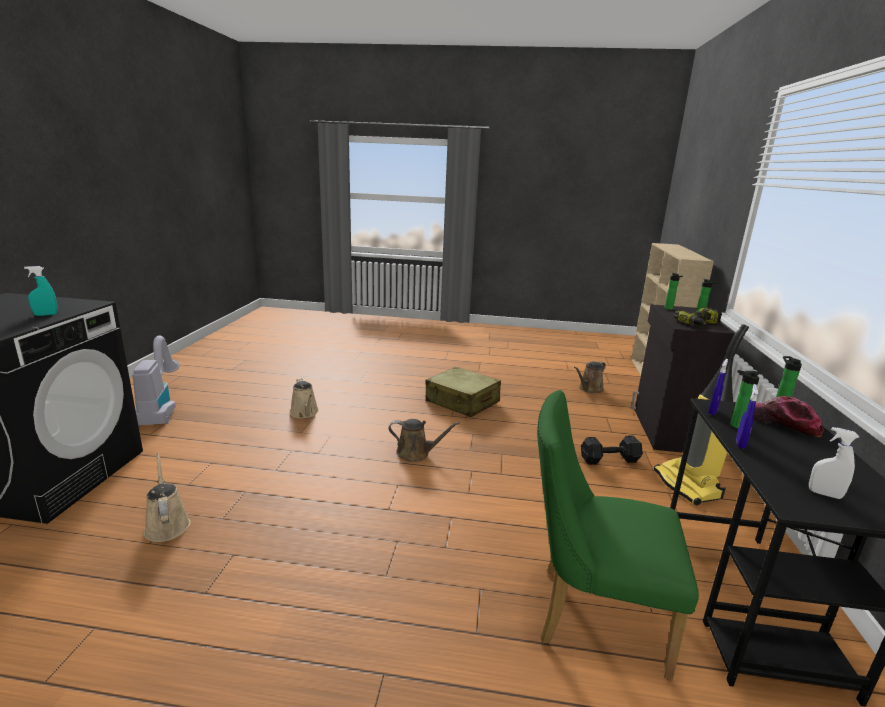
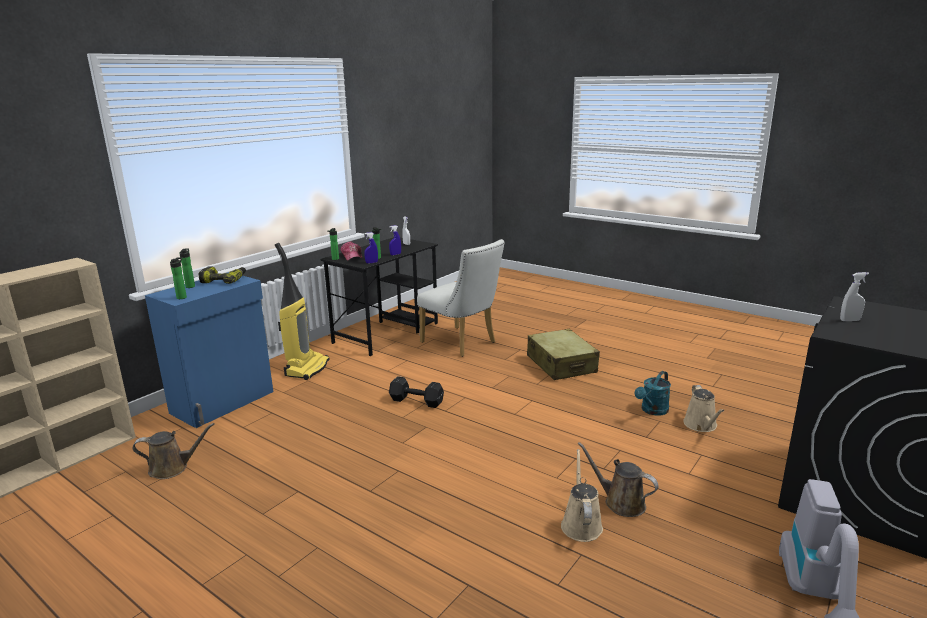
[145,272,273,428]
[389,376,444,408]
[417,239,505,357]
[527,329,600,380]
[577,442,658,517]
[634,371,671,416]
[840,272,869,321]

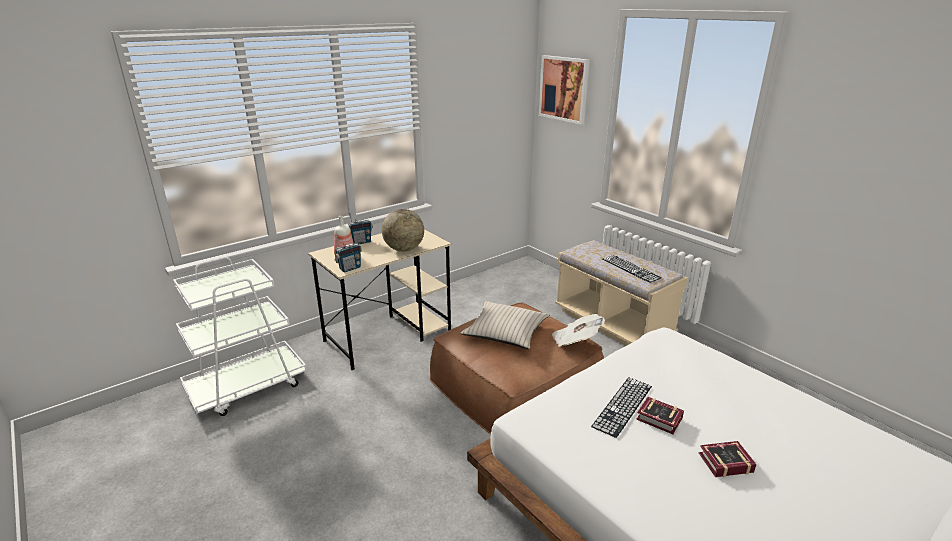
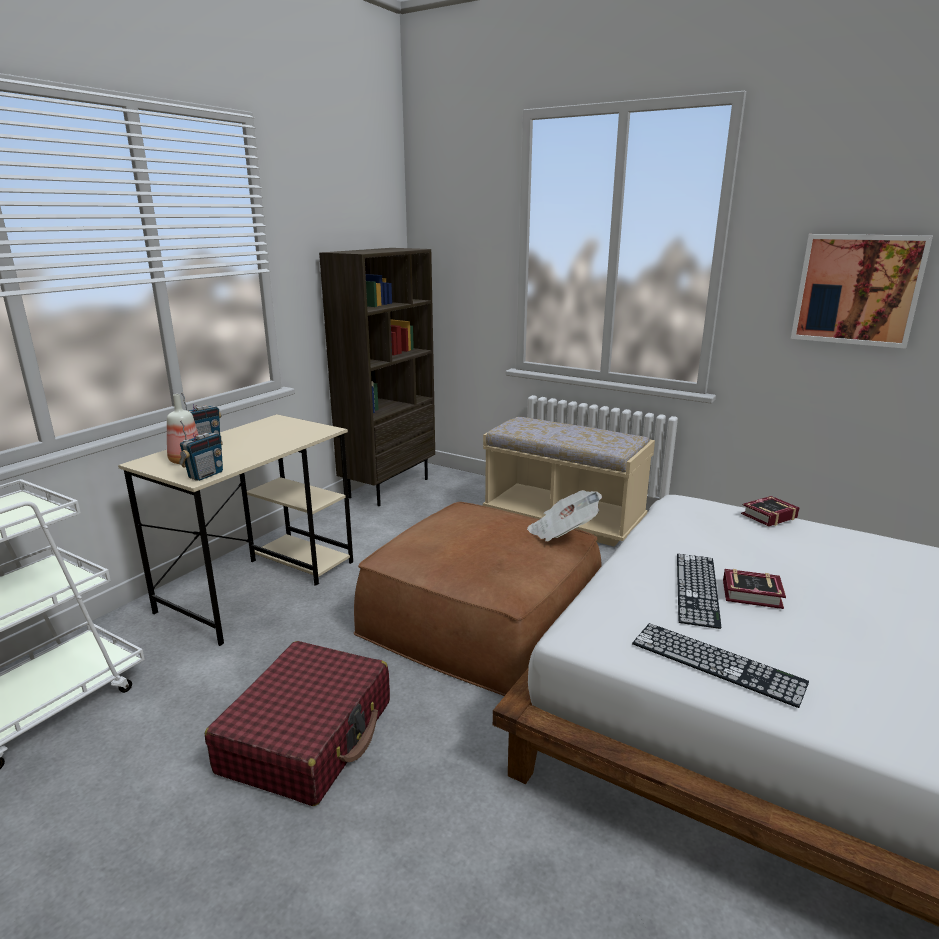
[205,641,390,806]
[319,248,435,506]
[632,623,809,708]
[741,496,799,526]
[791,234,933,349]
[382,209,424,252] (first image)
[460,301,549,349] (first image)

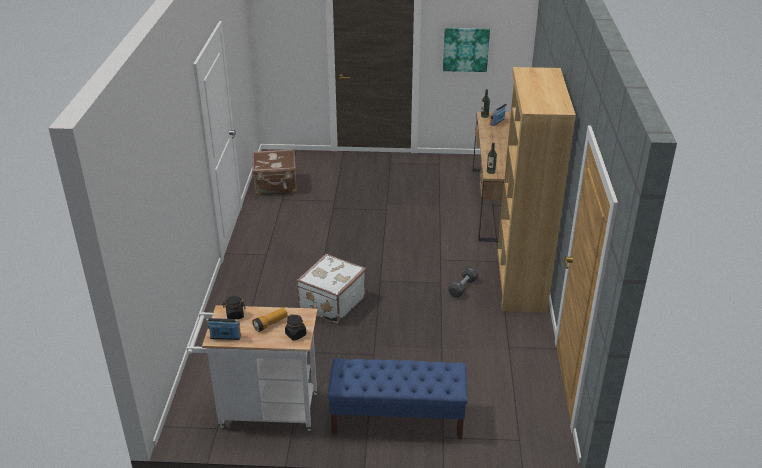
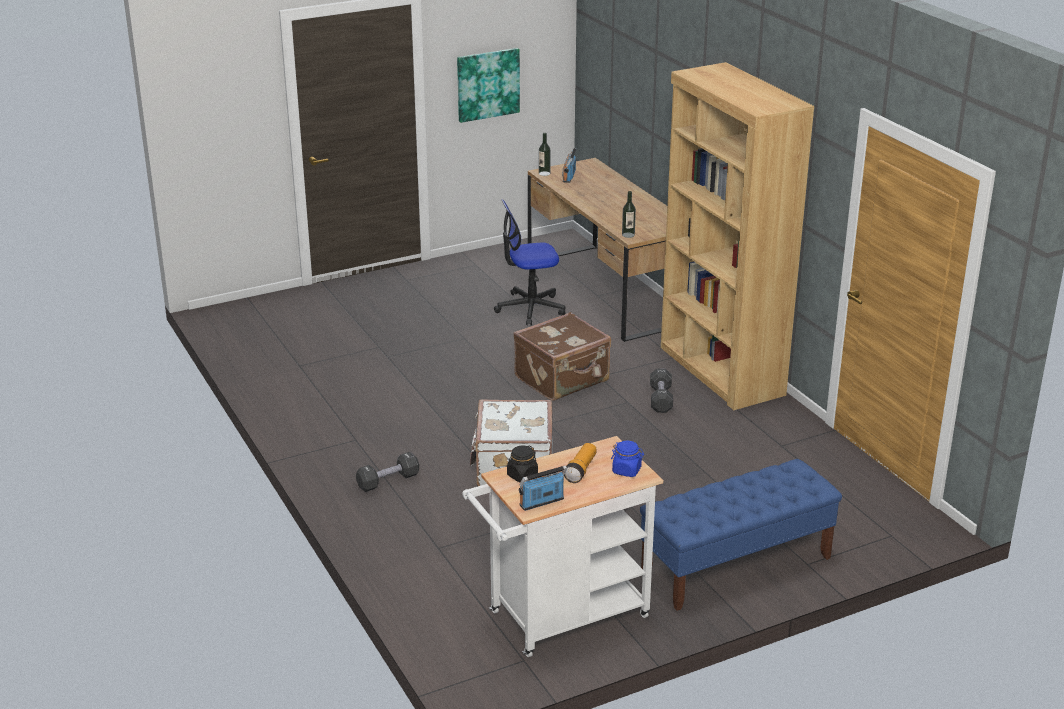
[356,452,419,492]
[494,199,566,325]
[513,312,611,401]
[611,441,644,477]

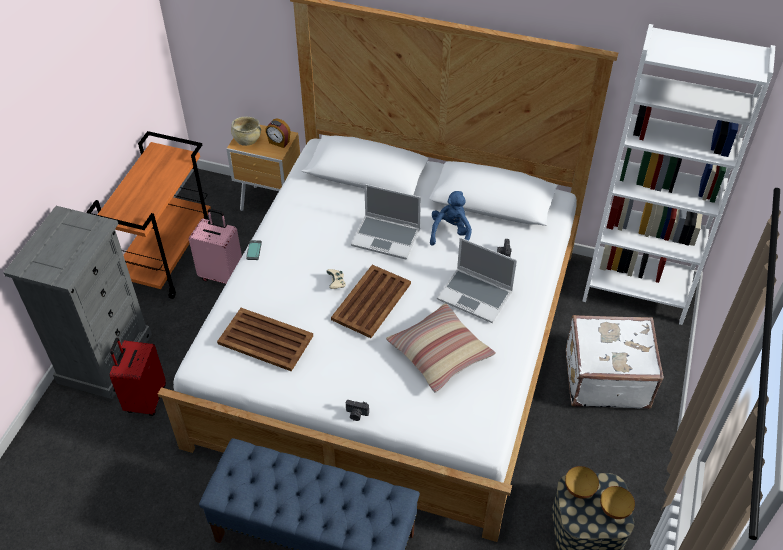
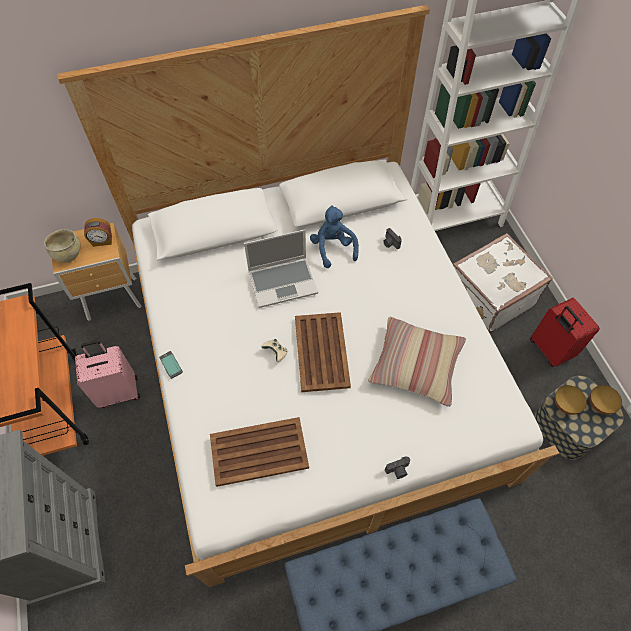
[530,298,600,367]
[437,237,517,323] (first image)

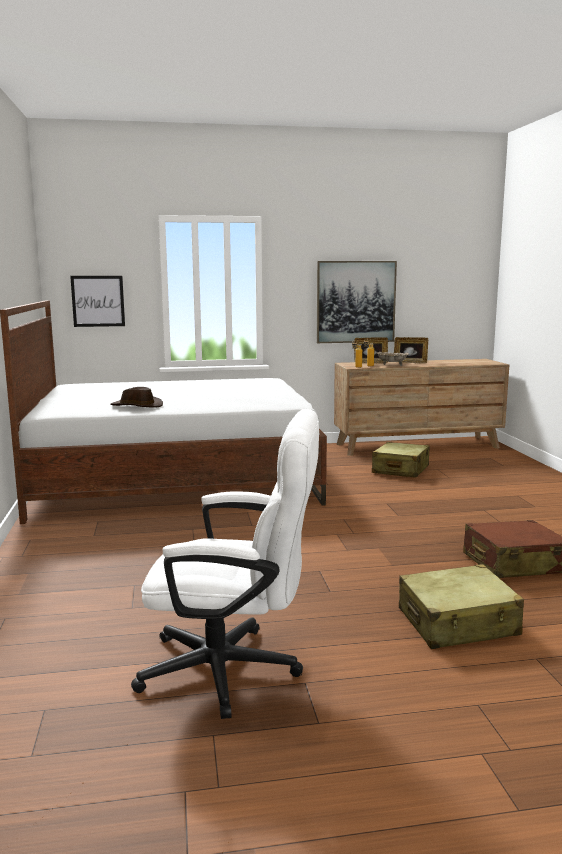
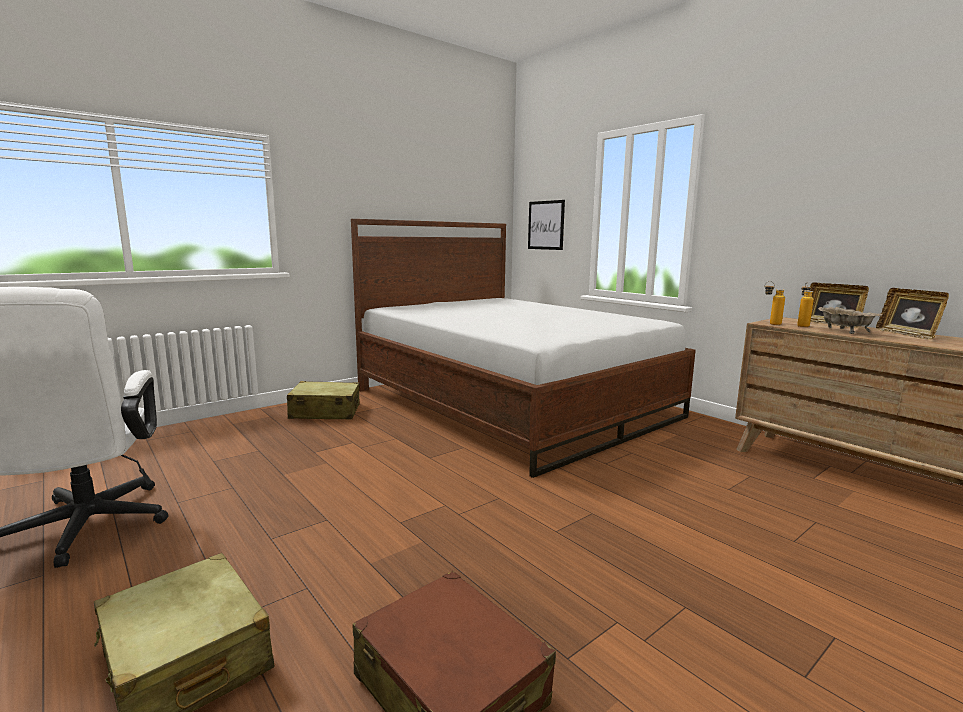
[287,381,360,419]
[110,387,163,408] (first image)
[317,261,397,343] (first image)

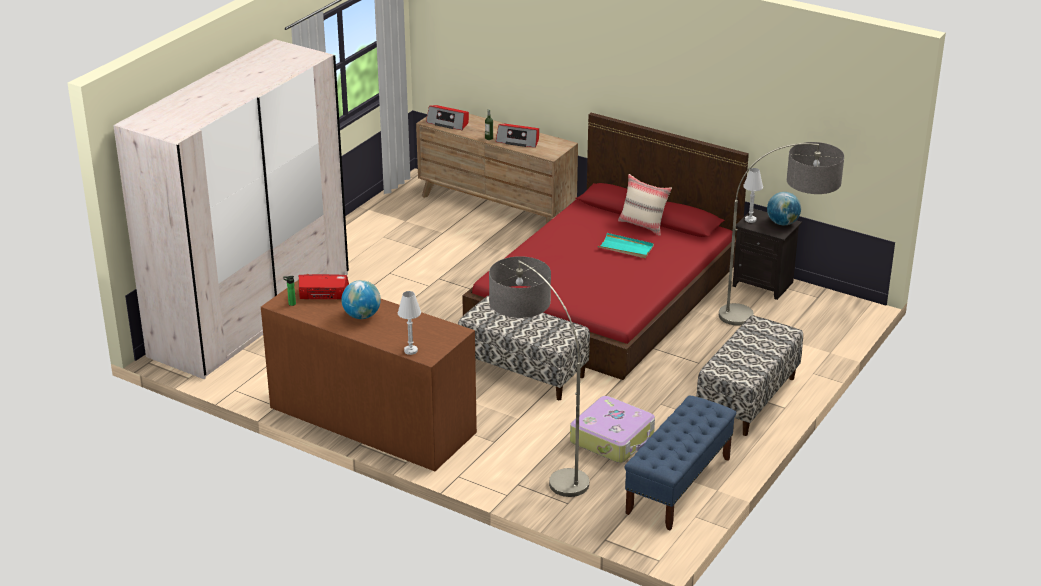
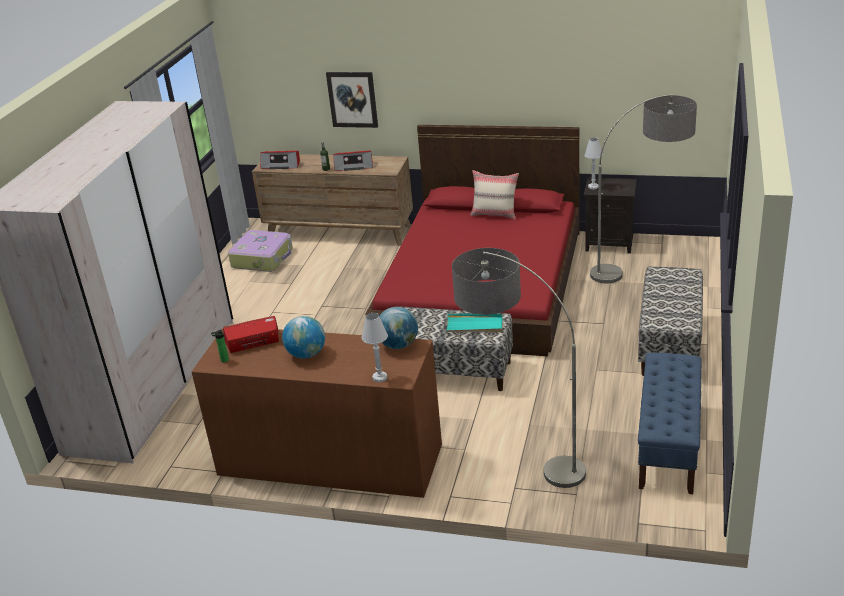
[228,230,293,272]
[326,72,378,128]
[379,307,418,349]
[446,314,502,332]

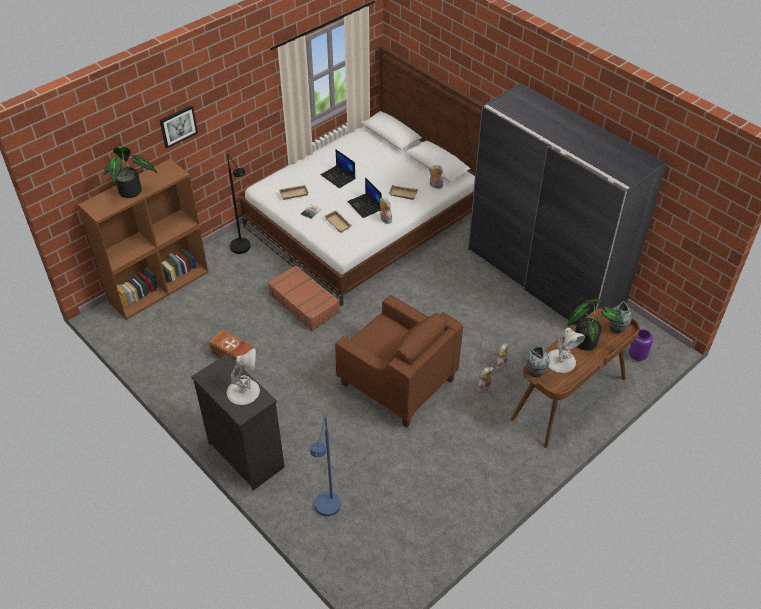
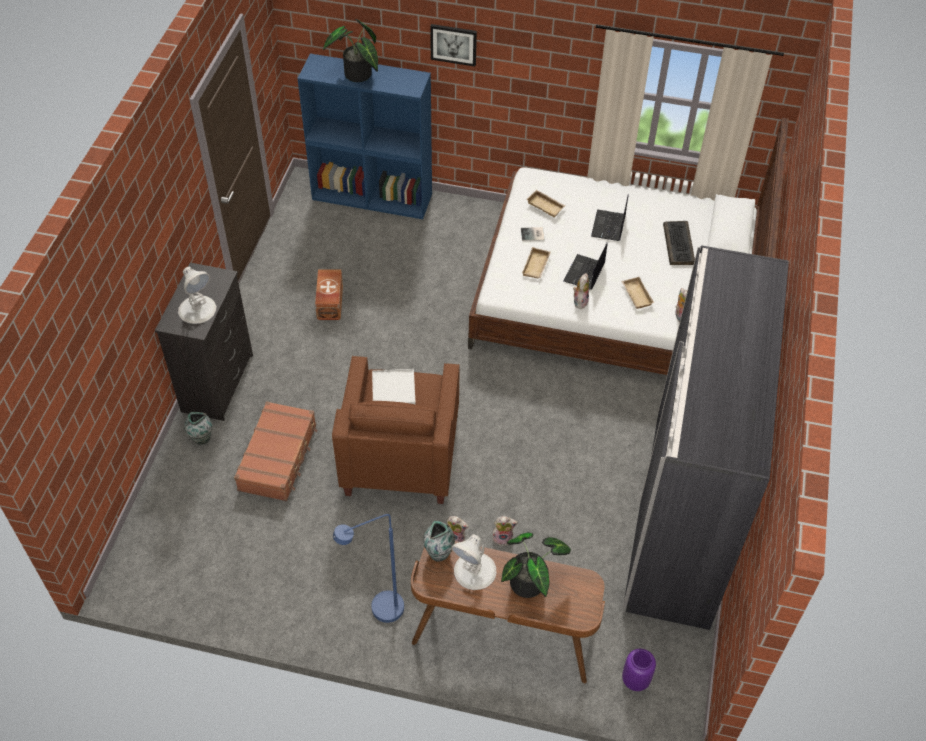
[184,412,212,445]
[234,401,317,501]
[297,54,432,219]
[333,514,404,623]
[372,369,416,405]
[663,221,695,265]
[227,154,251,254] (first image)

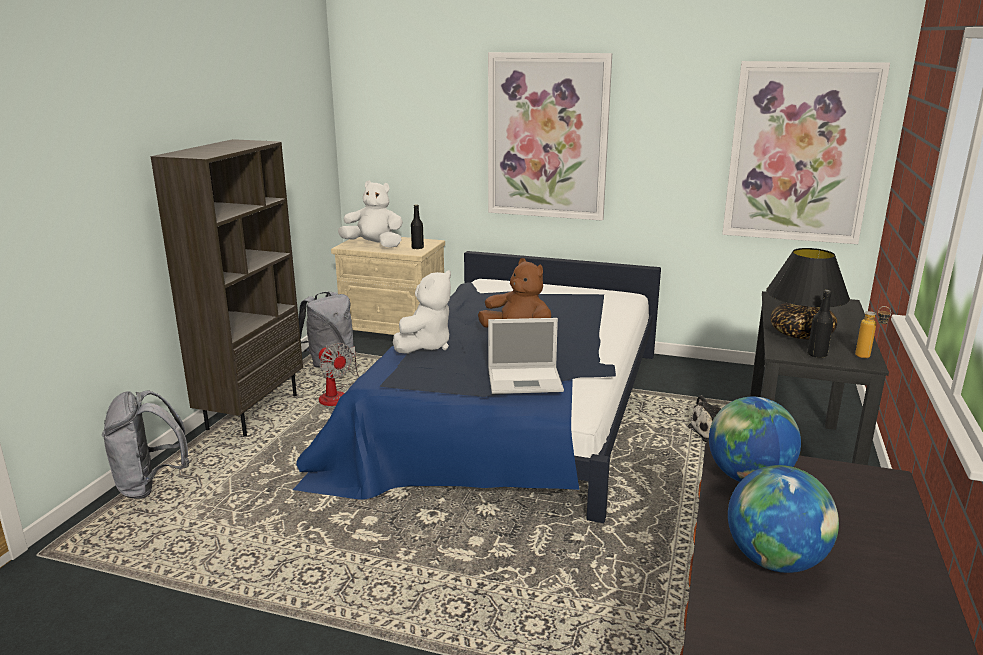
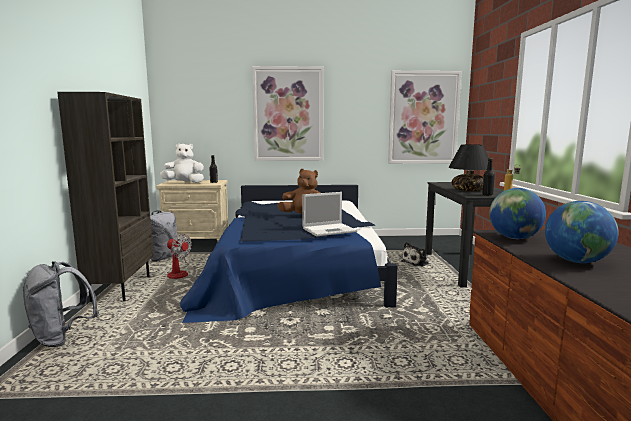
[393,270,451,354] (first image)

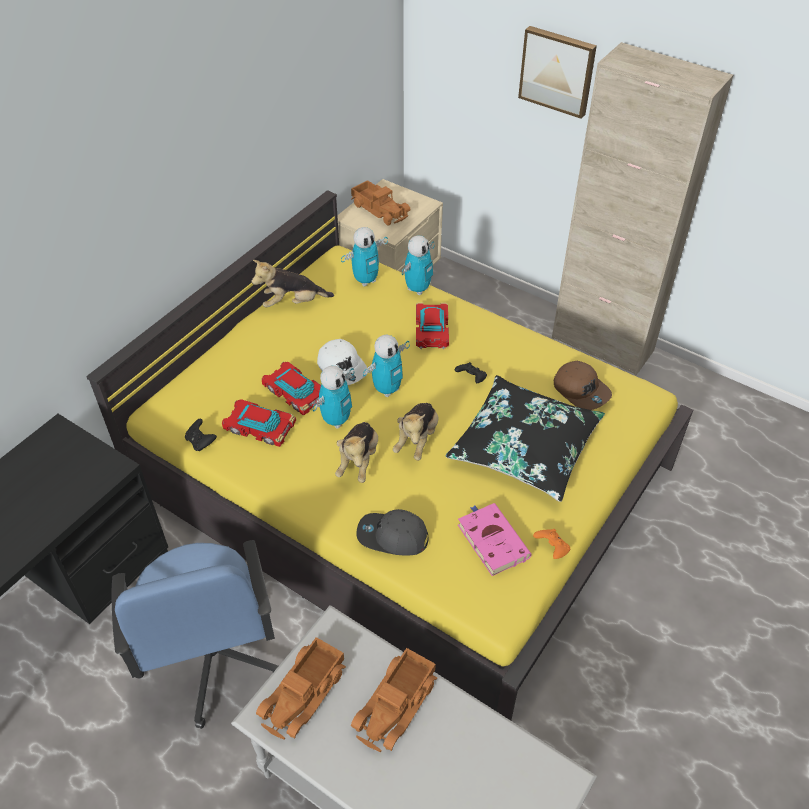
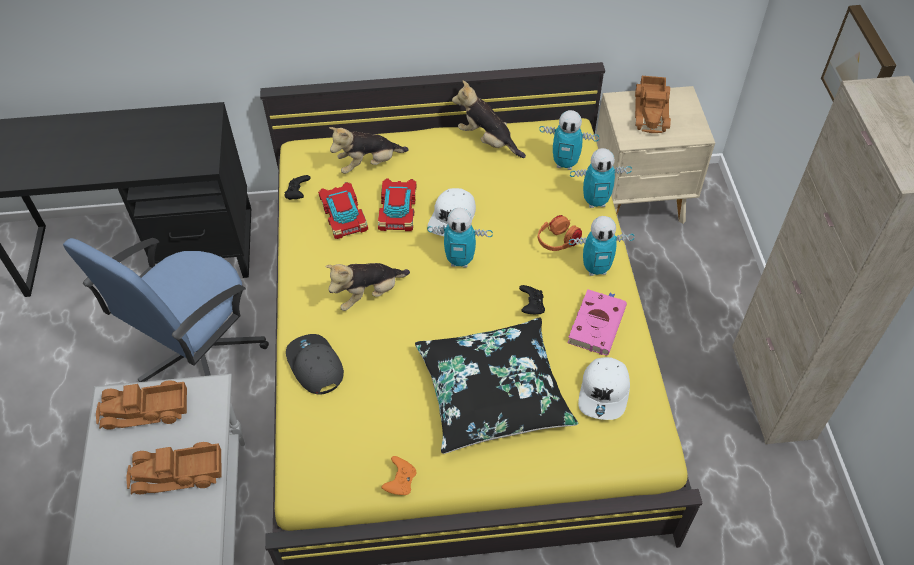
[329,127,409,174]
[538,215,582,251]
[568,289,627,356]
[569,216,634,276]
[578,357,630,420]

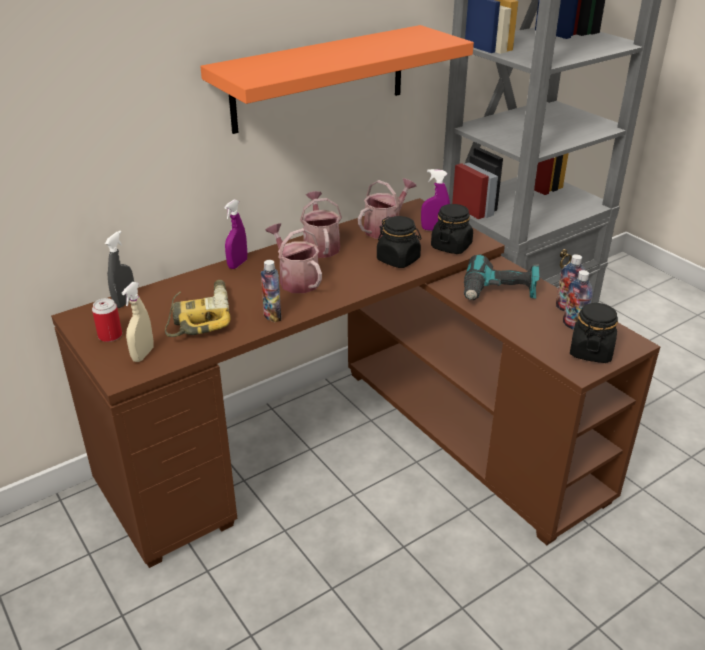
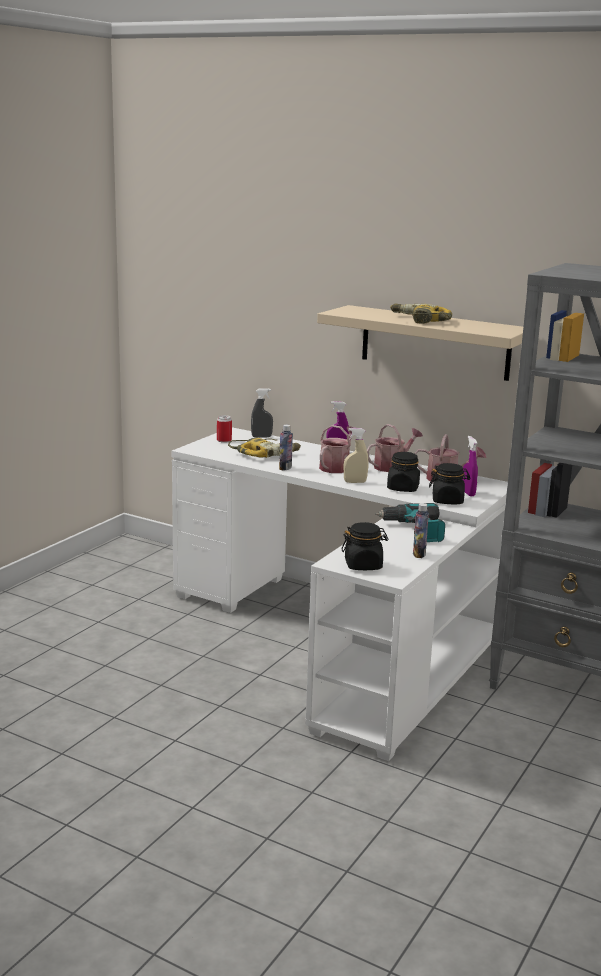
[172,427,508,761]
[317,305,523,381]
[344,428,369,483]
[390,304,452,324]
[563,270,593,330] (first image)

